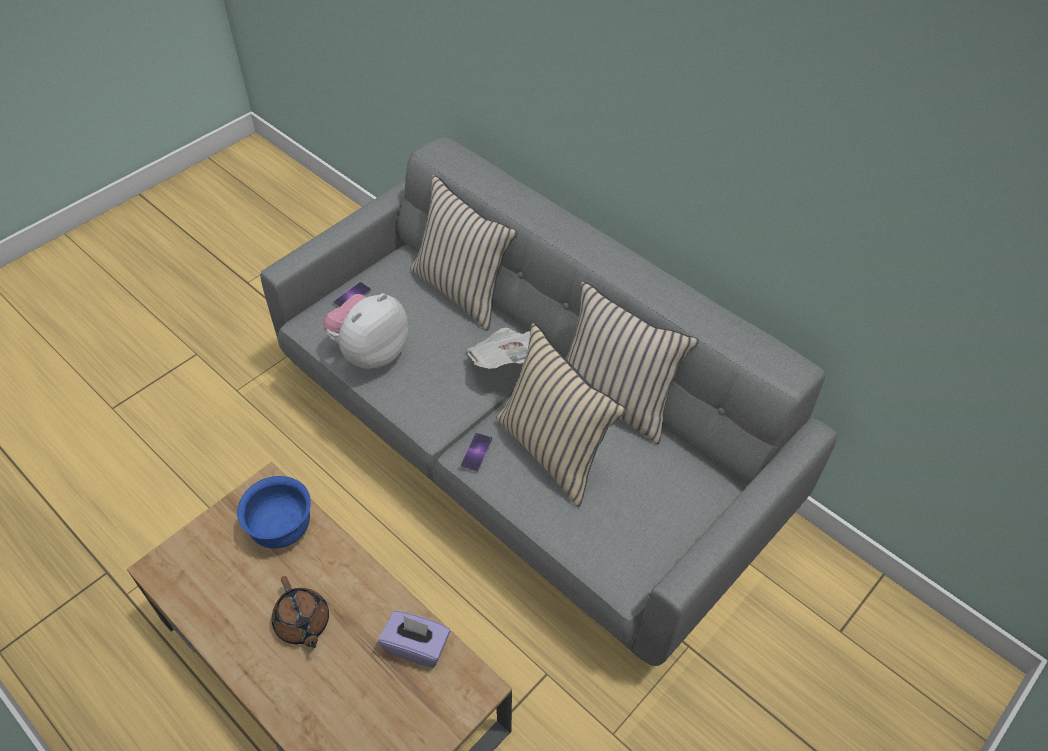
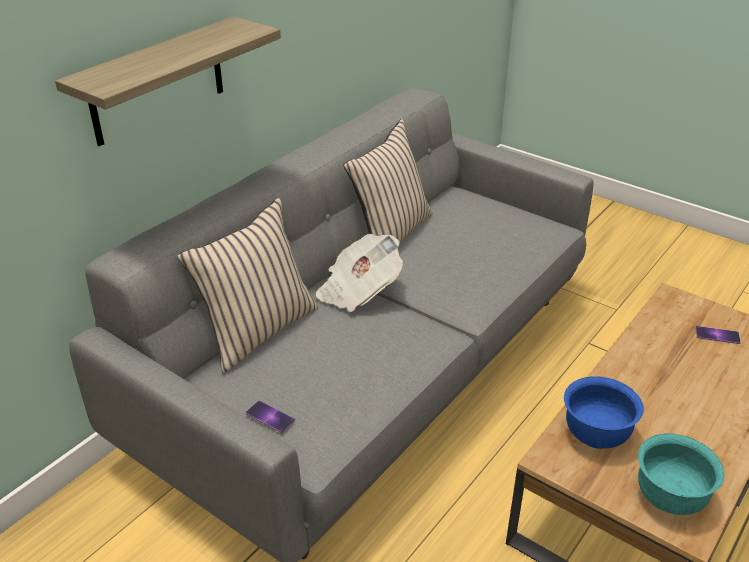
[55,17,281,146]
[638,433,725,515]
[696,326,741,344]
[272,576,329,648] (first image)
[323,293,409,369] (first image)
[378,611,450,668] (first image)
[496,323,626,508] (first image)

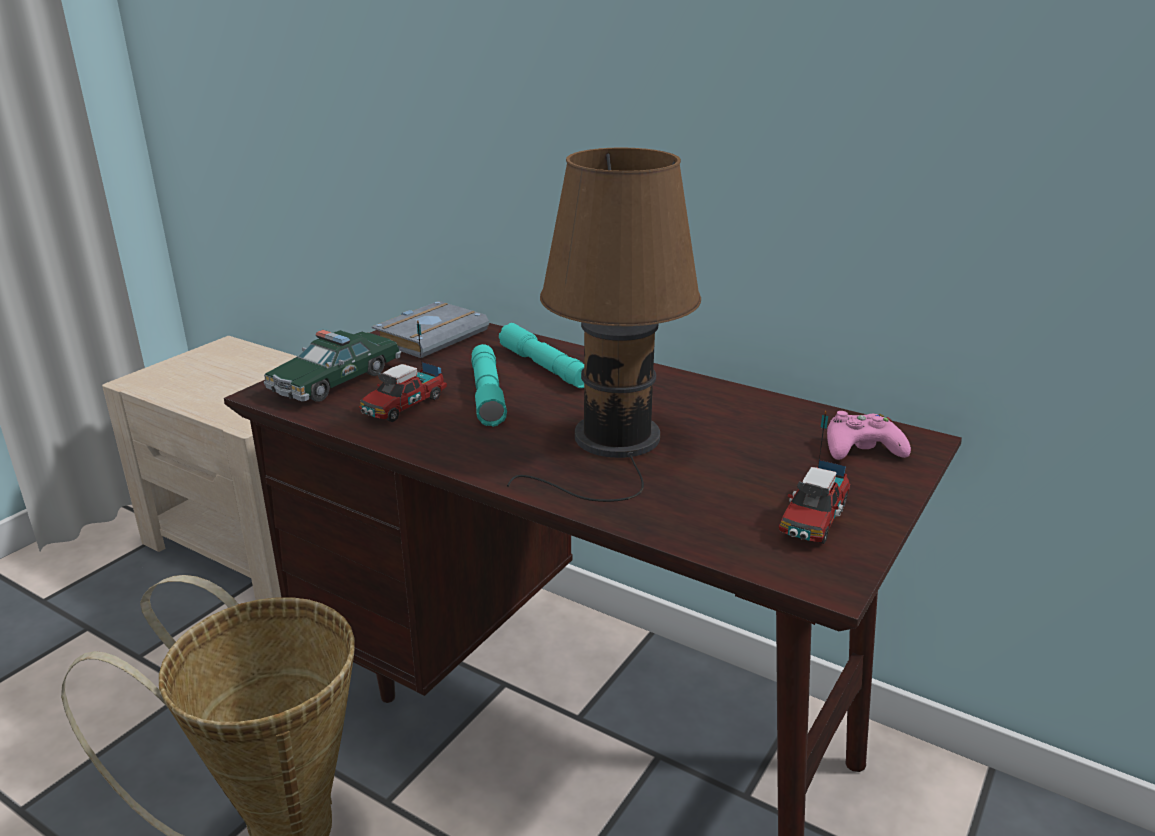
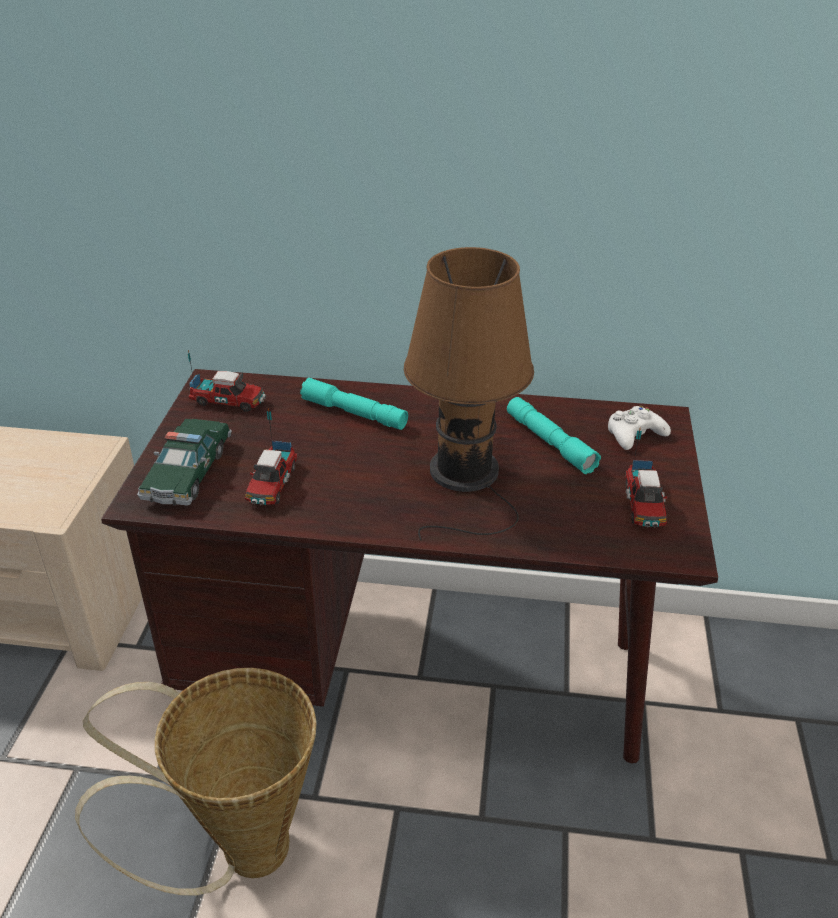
[188,350,266,412]
[507,397,601,474]
[608,405,671,450]

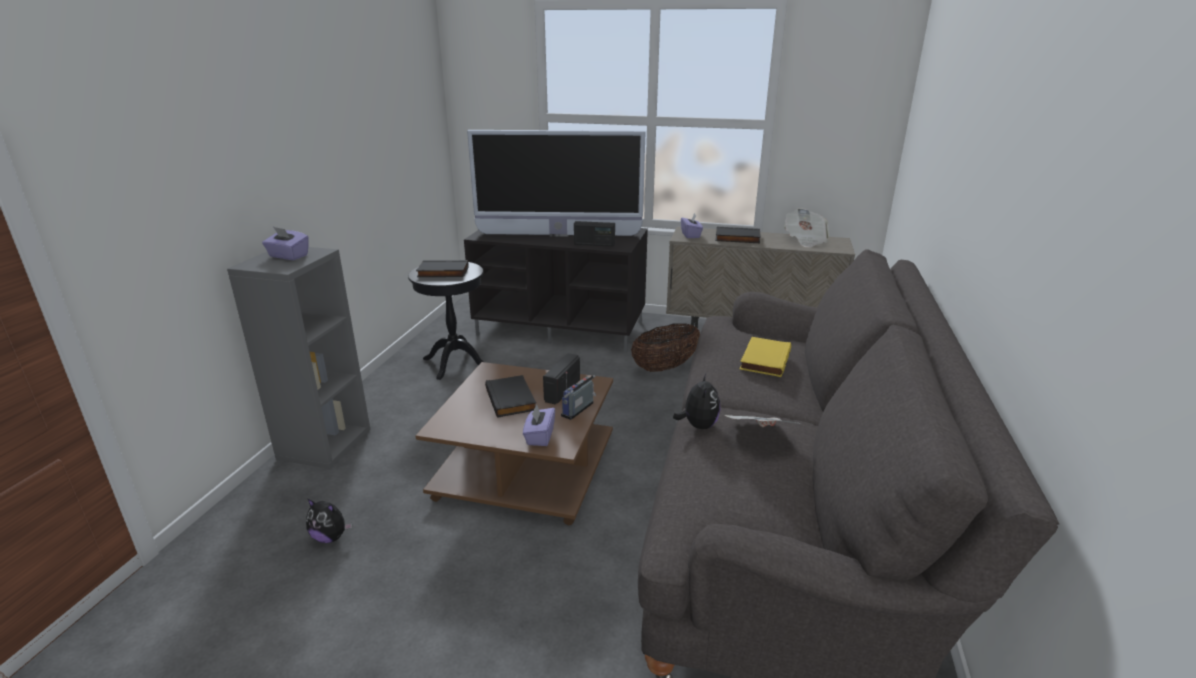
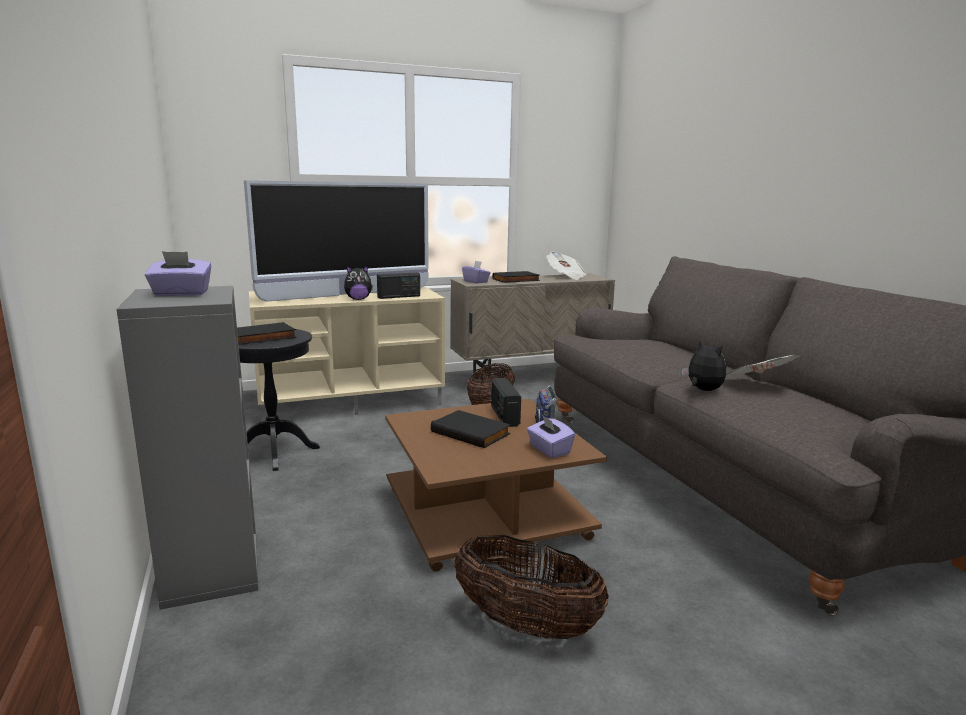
[249,286,445,421]
[344,265,373,300]
[454,535,609,639]
[740,337,791,377] (first image)

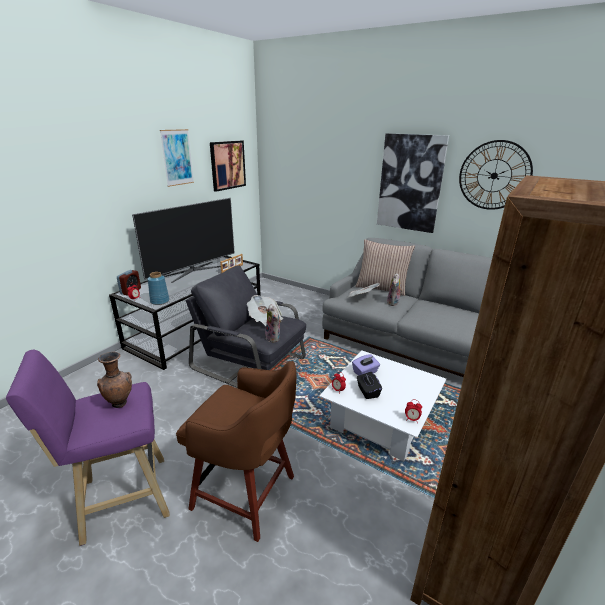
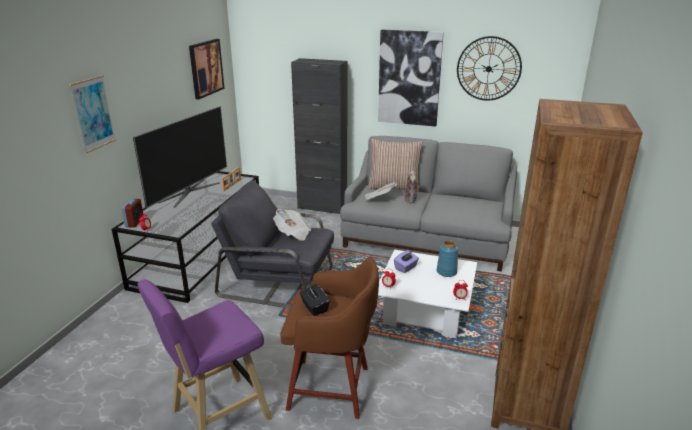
[69,75,116,153]
[291,58,347,214]
[300,284,330,316]
[437,240,458,277]
[97,352,132,408] (first image)
[265,304,282,342] (first image)

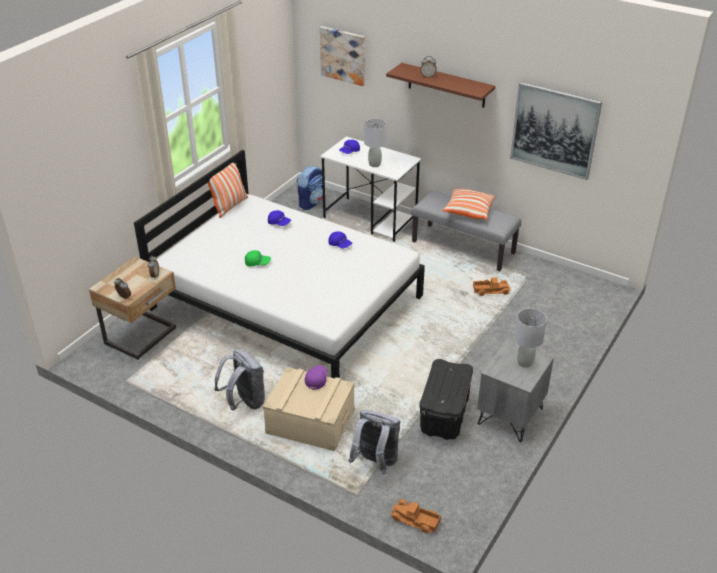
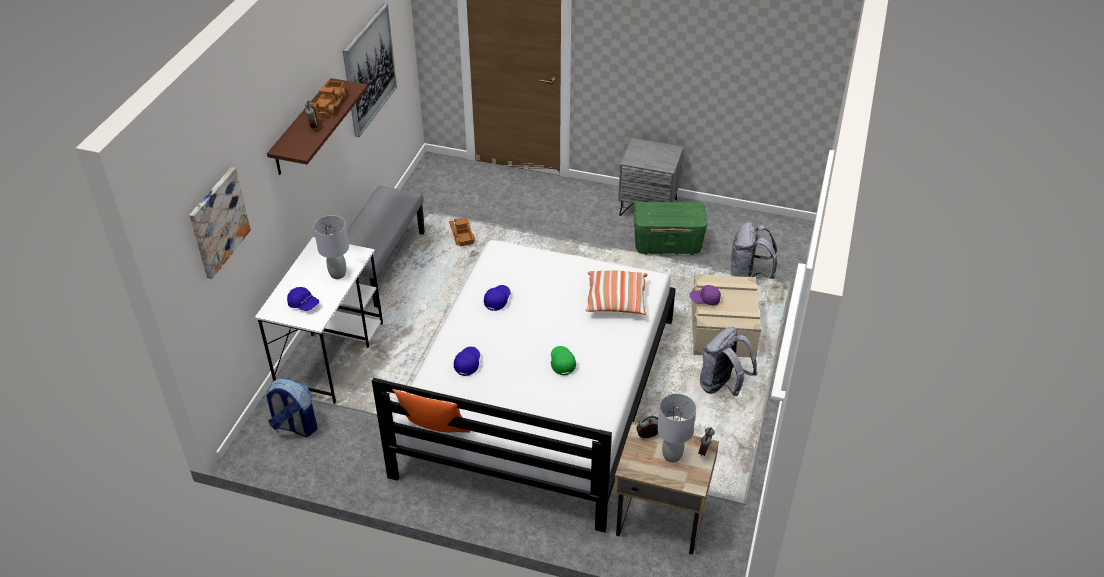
[313,81,347,115]
[585,270,648,315]
[633,201,707,255]
[657,393,696,463]

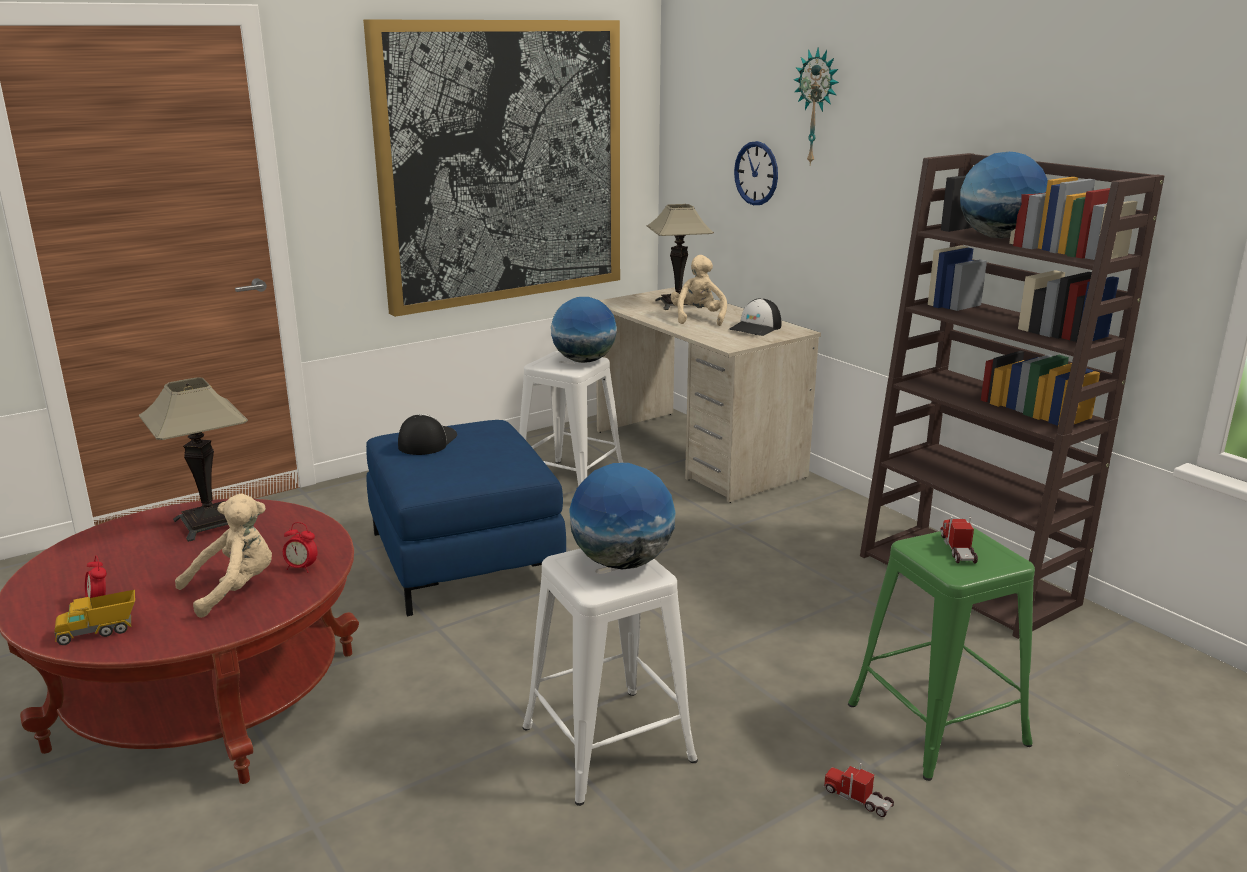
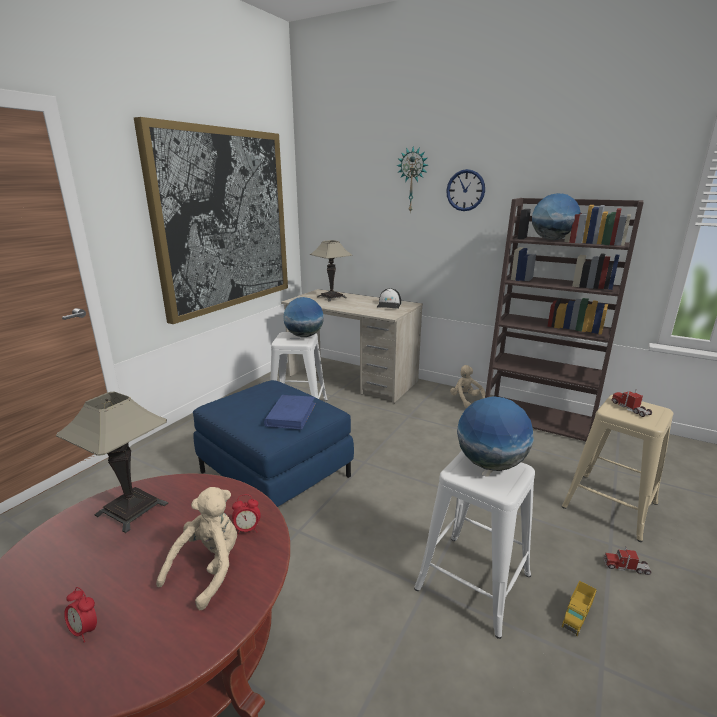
[264,395,316,430]
[446,169,485,211]
[450,365,485,408]
[562,395,674,542]
[562,581,597,636]
[398,414,457,455] (first image)

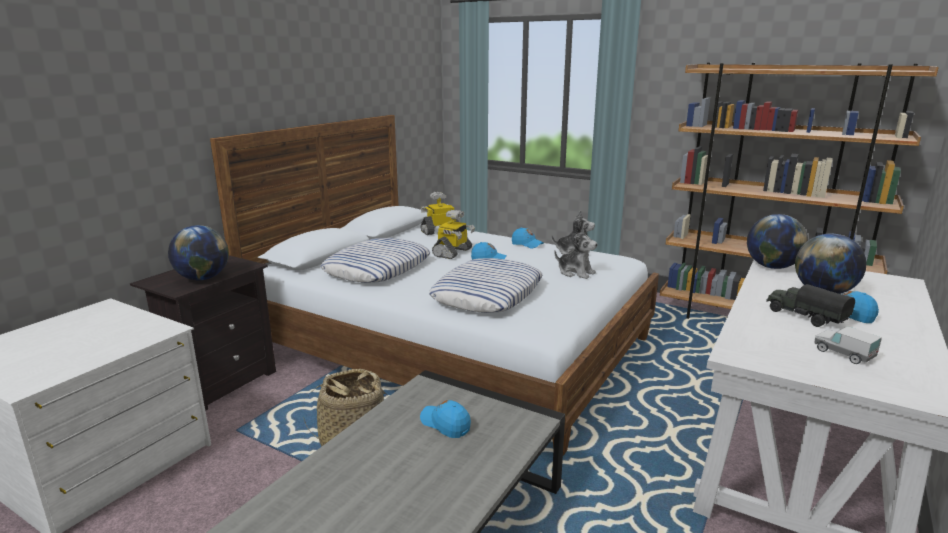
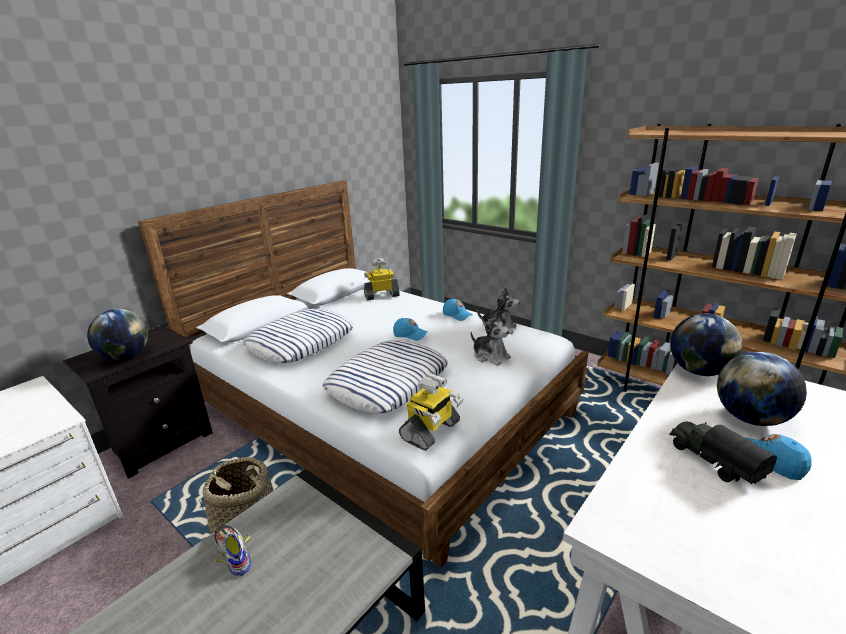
[214,525,251,576]
[399,374,463,451]
[420,400,471,438] (first image)
[814,326,882,364] (first image)

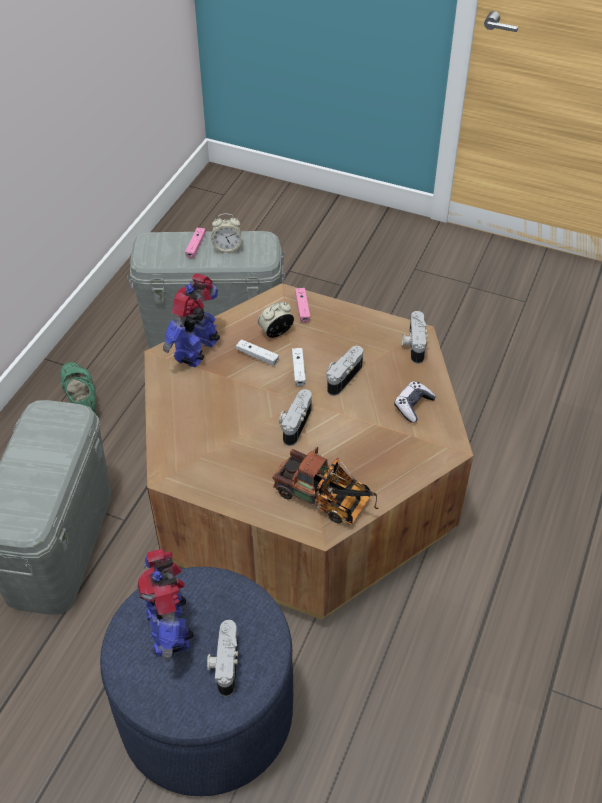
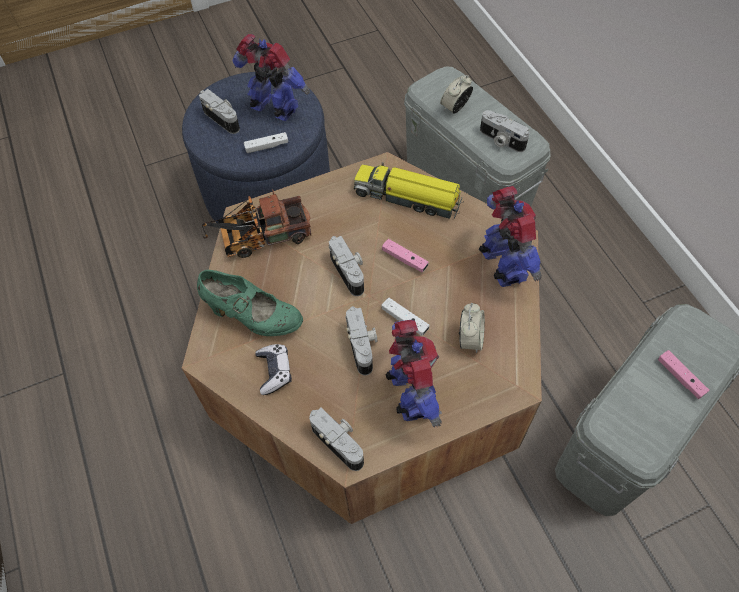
[197,270,303,336]
[244,132,288,153]
[354,162,463,219]
[382,239,429,272]
[386,320,442,427]
[440,75,473,114]
[480,110,529,152]

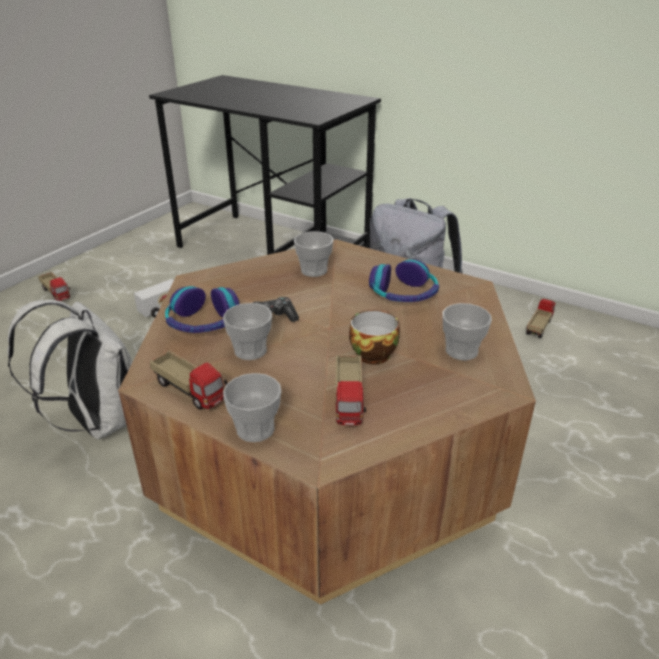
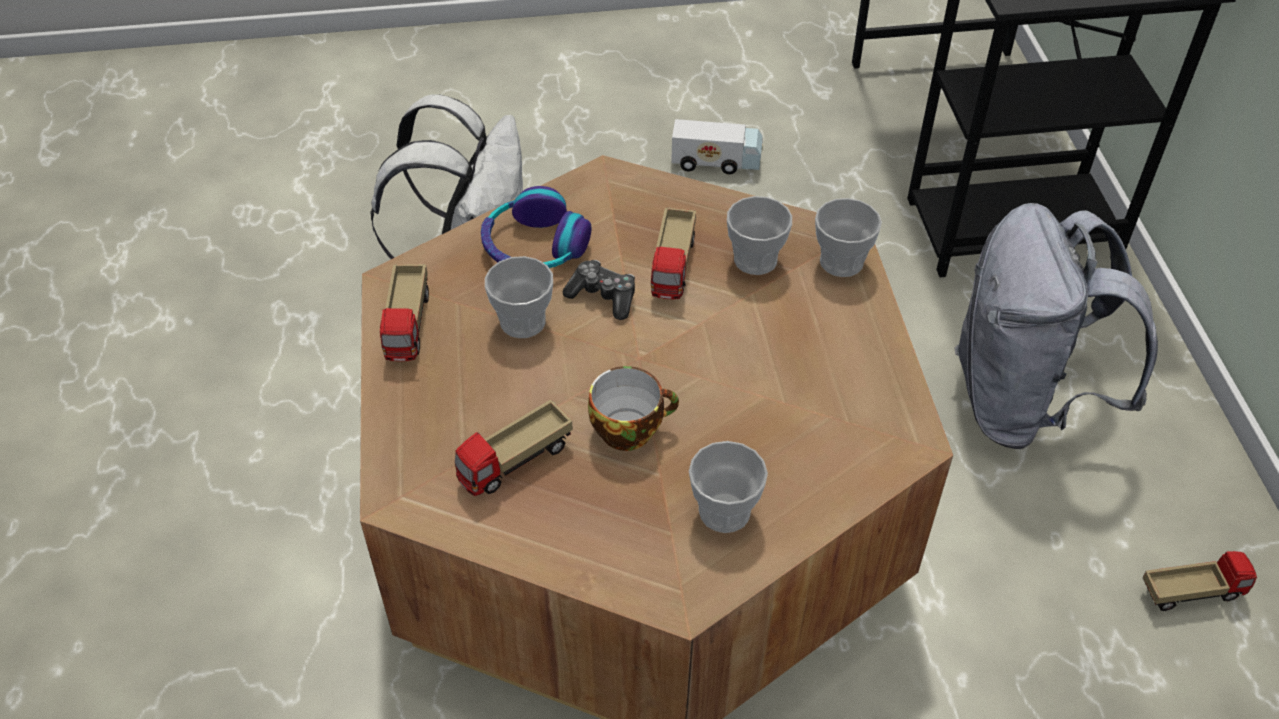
[651,207,696,300]
[815,198,882,277]
[369,259,439,302] (first image)

